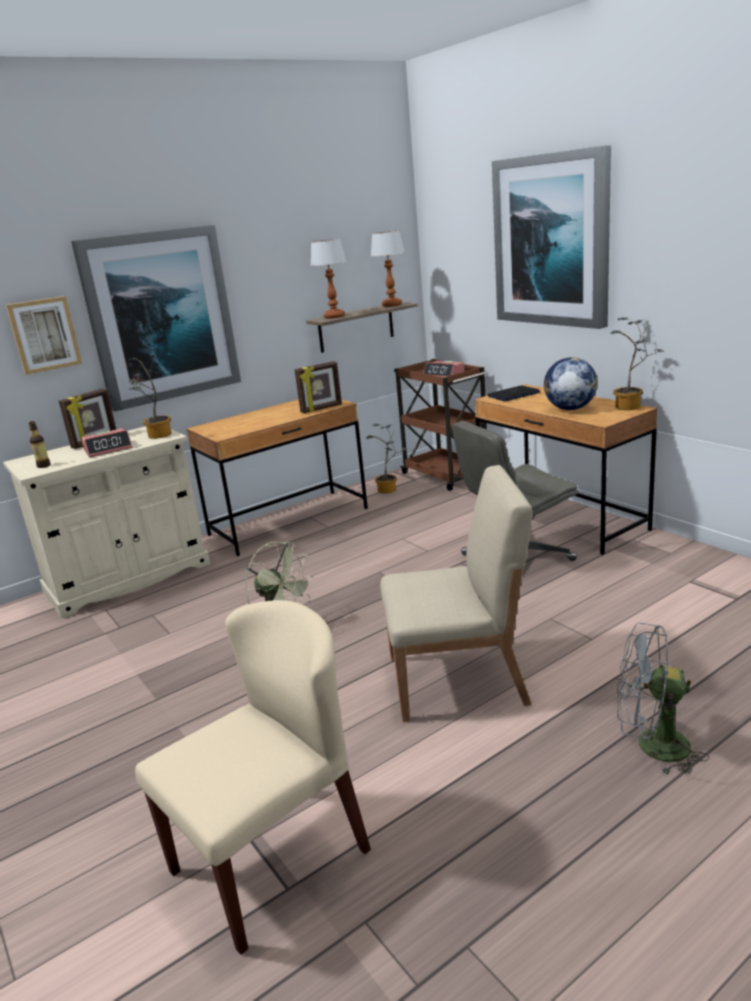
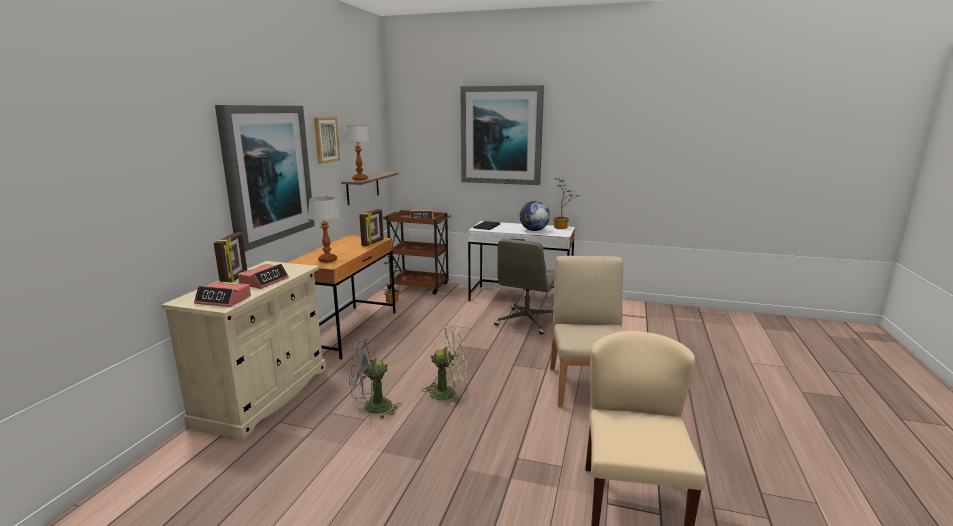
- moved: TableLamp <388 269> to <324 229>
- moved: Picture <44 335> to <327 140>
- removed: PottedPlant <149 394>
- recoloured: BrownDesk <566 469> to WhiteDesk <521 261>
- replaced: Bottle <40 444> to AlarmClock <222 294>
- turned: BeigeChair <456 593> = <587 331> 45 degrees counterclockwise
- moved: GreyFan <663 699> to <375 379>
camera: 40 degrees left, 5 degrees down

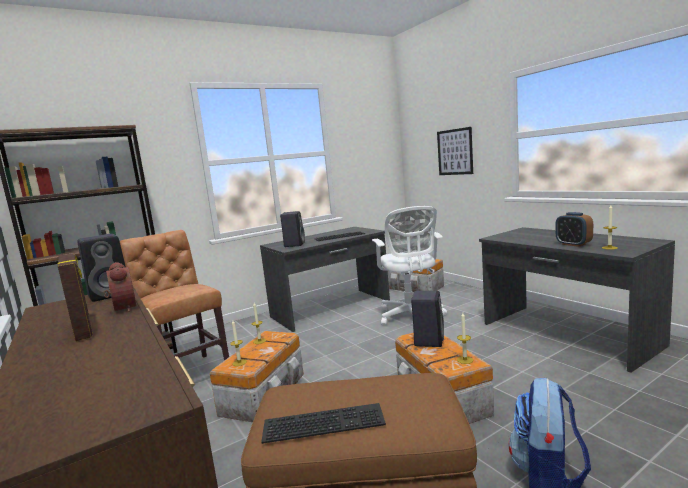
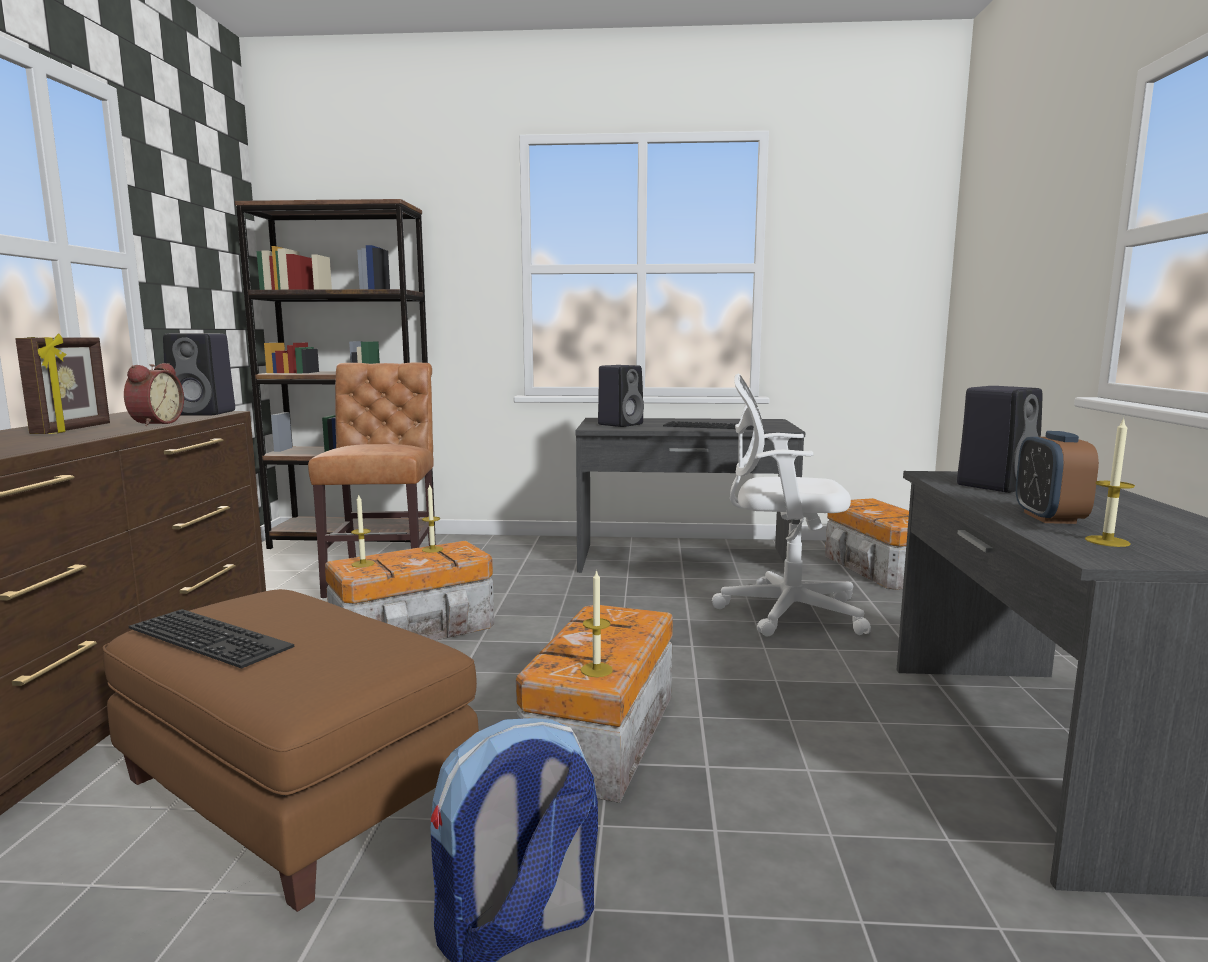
- removed: Picture <455 151>
- turned: WhiteOfficeChair <409 265> = <791 505> 75 degrees clockwise
- moved: BlackSpeaker <427 319> to <1000 439>
camera: 35 degrees right, 0 degrees up

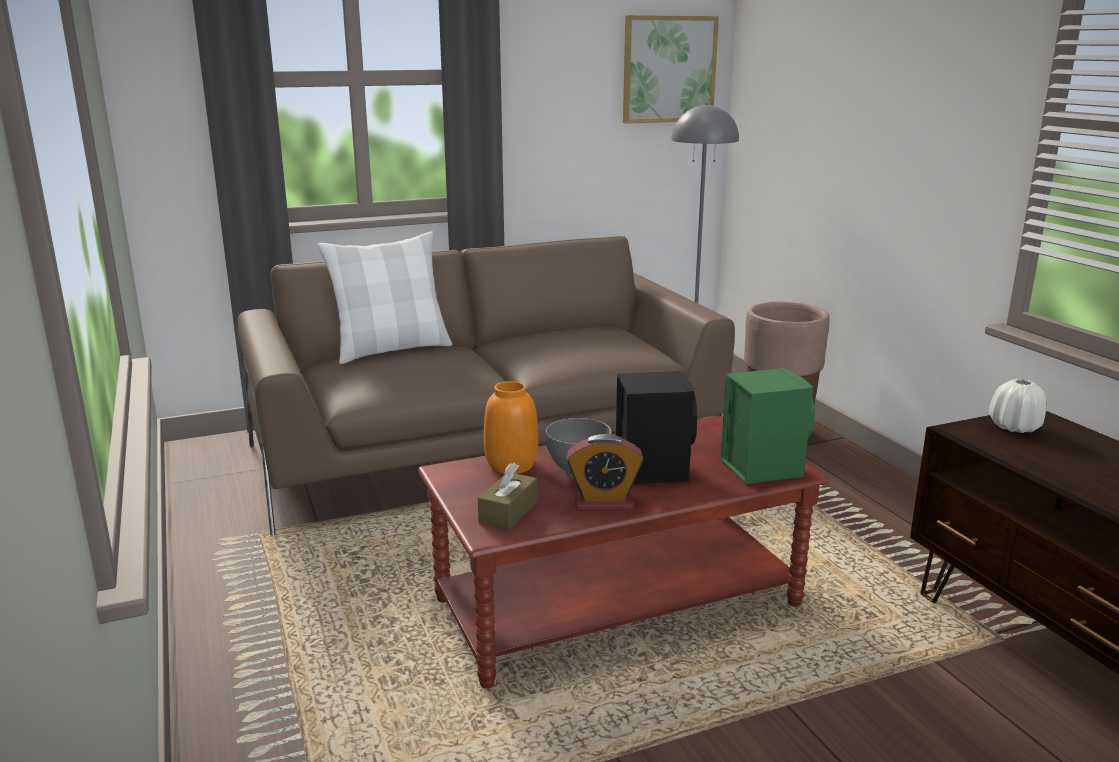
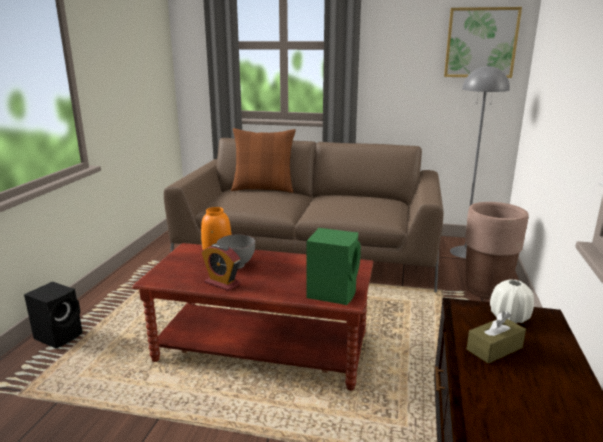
- recoloured: WhitePillow <385 297> to BrownPillow <263 160>
- moved: BlackSpeaker <656 427> to <53 315>
- moved: BrownTissueBox <507 496> to <496 337>
camera: 35 degrees right, 0 degrees up

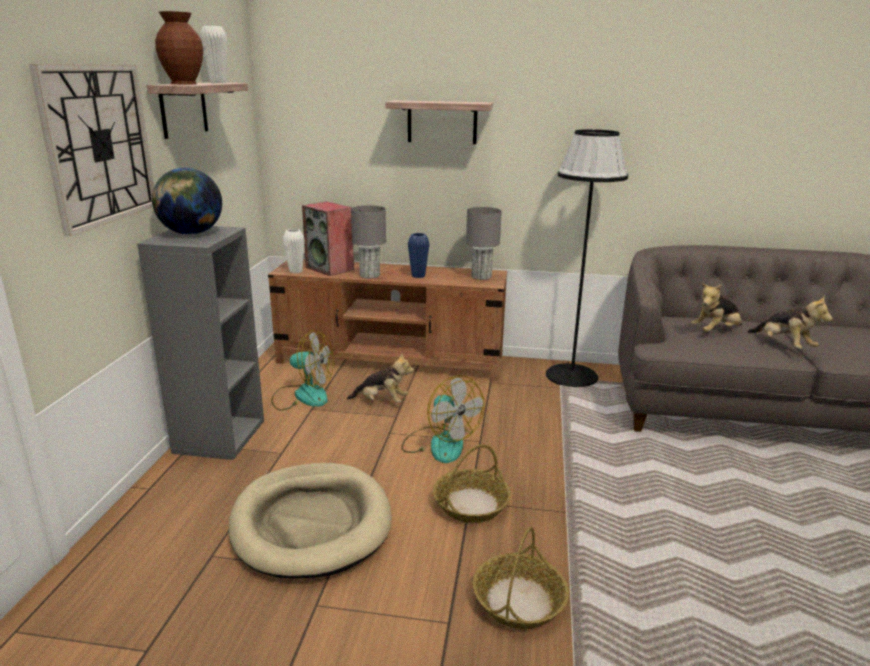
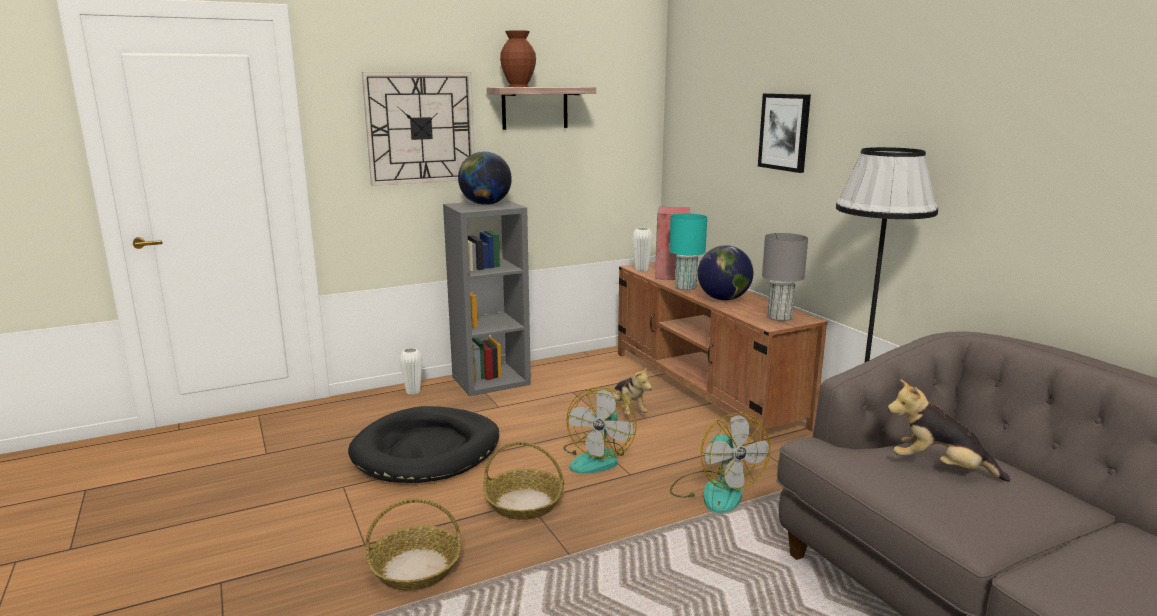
- moved: WhiteVase <213 54> to <410 371>
- replaced: Shelf <439 122> to Picture <784 133>
- recoloured: GreyTableLamp <368 241> to TurquoiseTableLamp <688 251>
- replaced: BlueVase <419 255> to Globe <725 272>
- removed: PlushToy <790 322>
- moved: Fan <302 370> to <720 463>
- recoloured: BeigeDogBed <310 520> to BlackDogBed <423 444>
camera: 55 degrees right, 5 degrees down

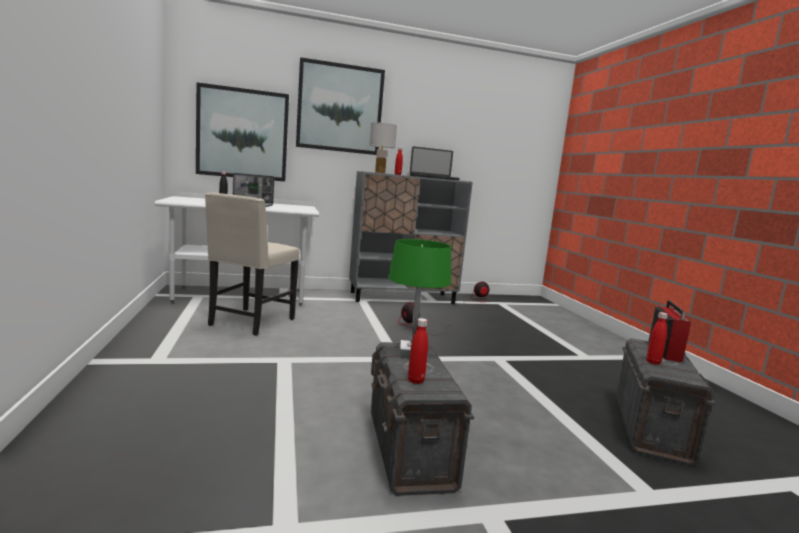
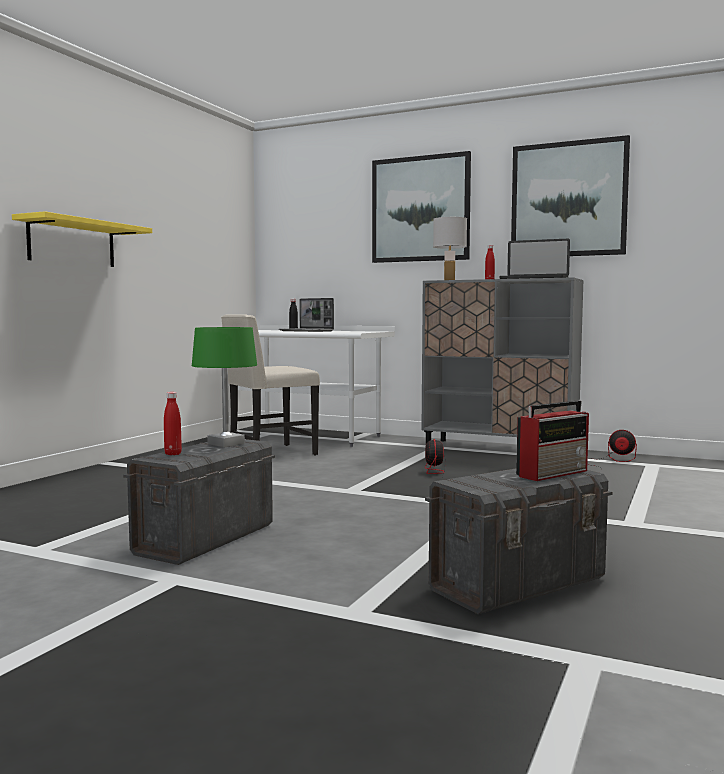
- moved: Picture <242 132> to <570 195>
- removed: RedBottle <657 338>
- added: YellowShelf <82 239>
camera: 40 degrees right, 5 degrees down

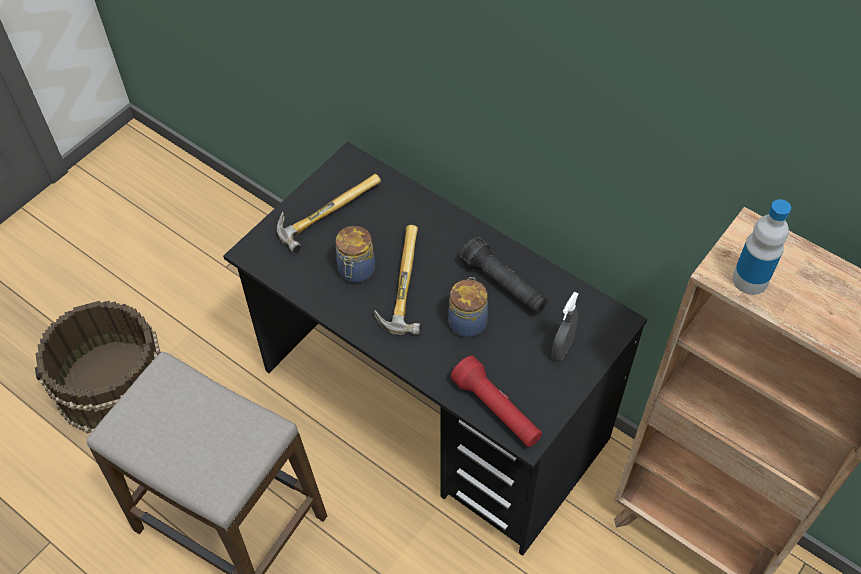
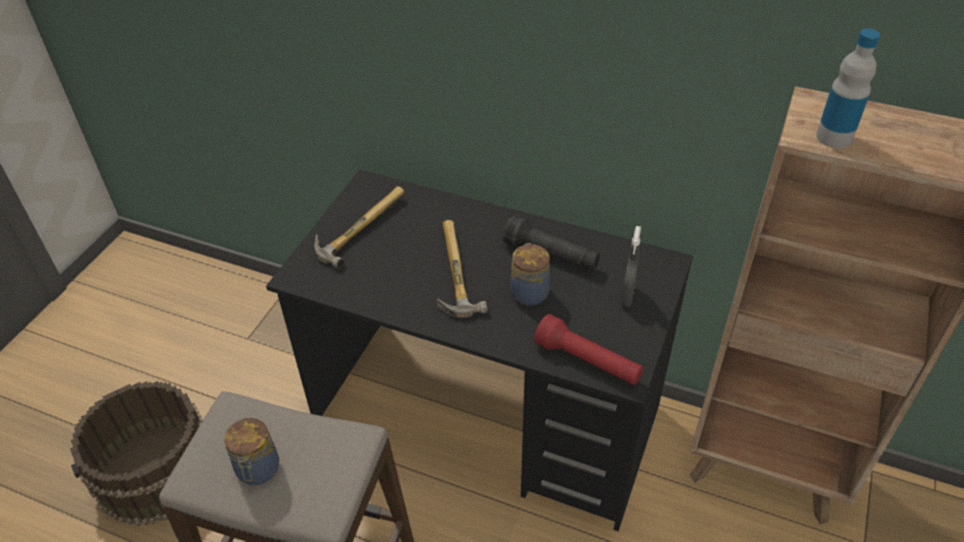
- moved: Jar <355 254> to <251 451>
camera: 15 degrees left, 10 degrees down

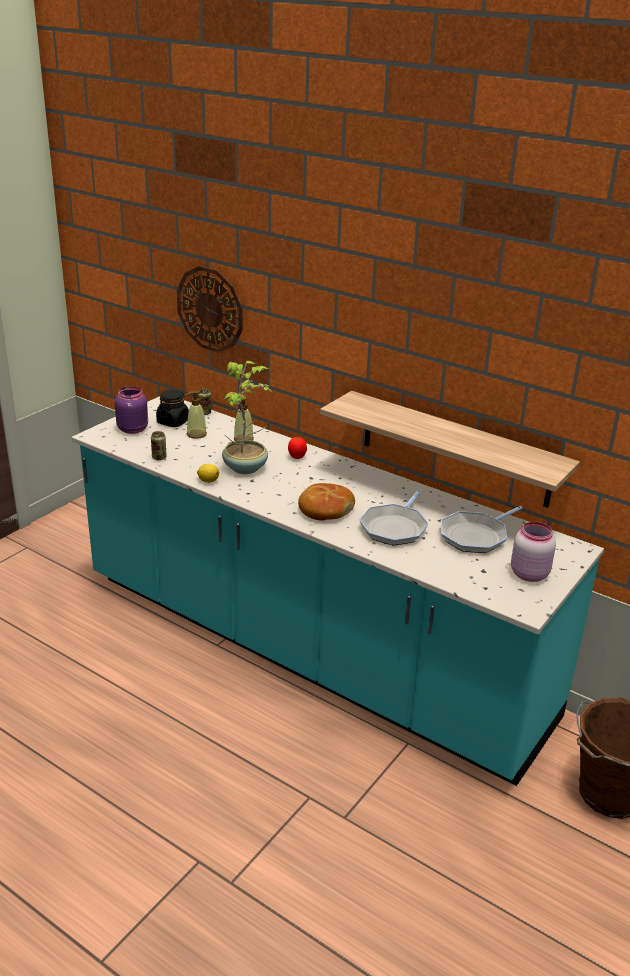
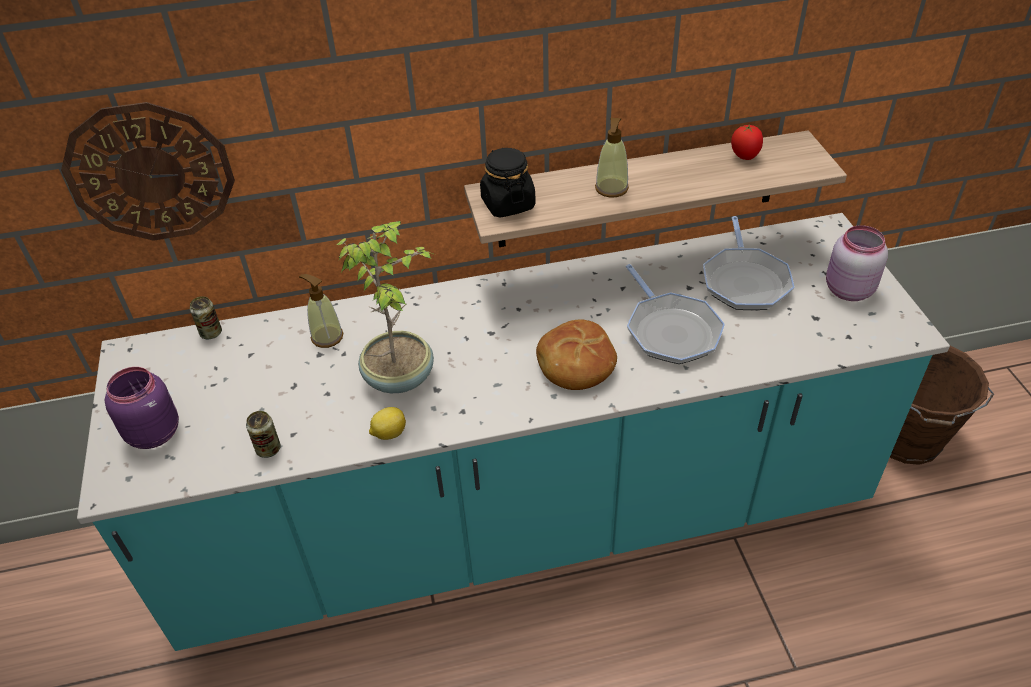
- moved: BlackJar <172 408> to <508 183>
- moved: SoapDispenser <196 415> to <612 158>
- moved: Tomato <297 448> to <747 142>
camera: 45 degrees left, 15 degrees up

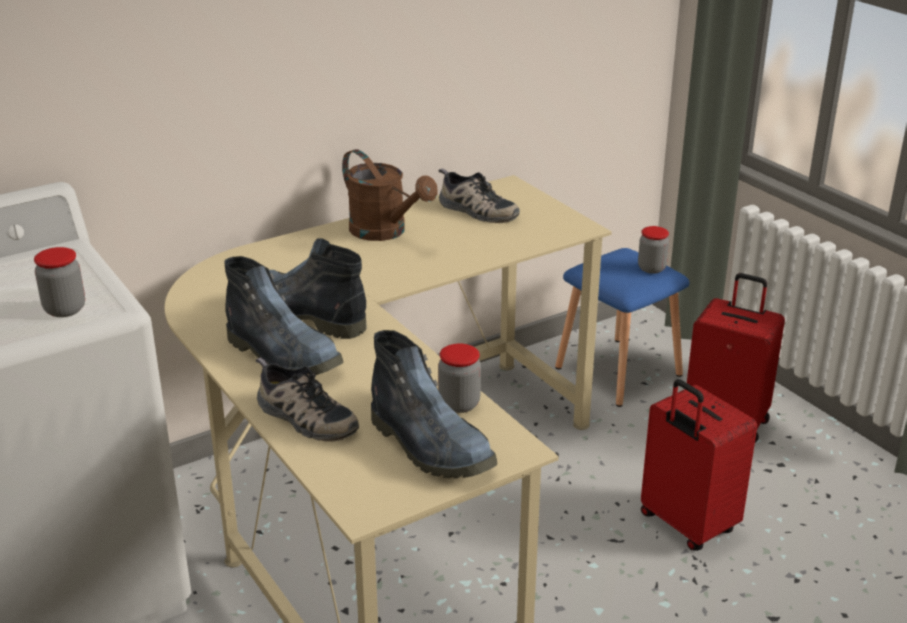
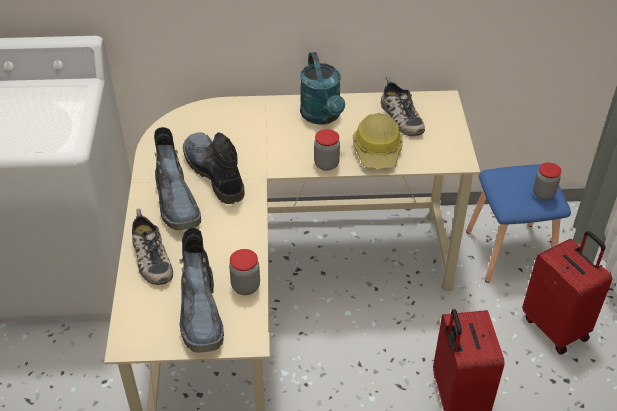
- recoloured: BrownWateringCan <390 195> to TurquoiseWateringCan <322 88>
- moved: Jar <59 282> to <327 150>
- added: HardHat <378 141>
camera: 30 degrees right, 15 degrees up

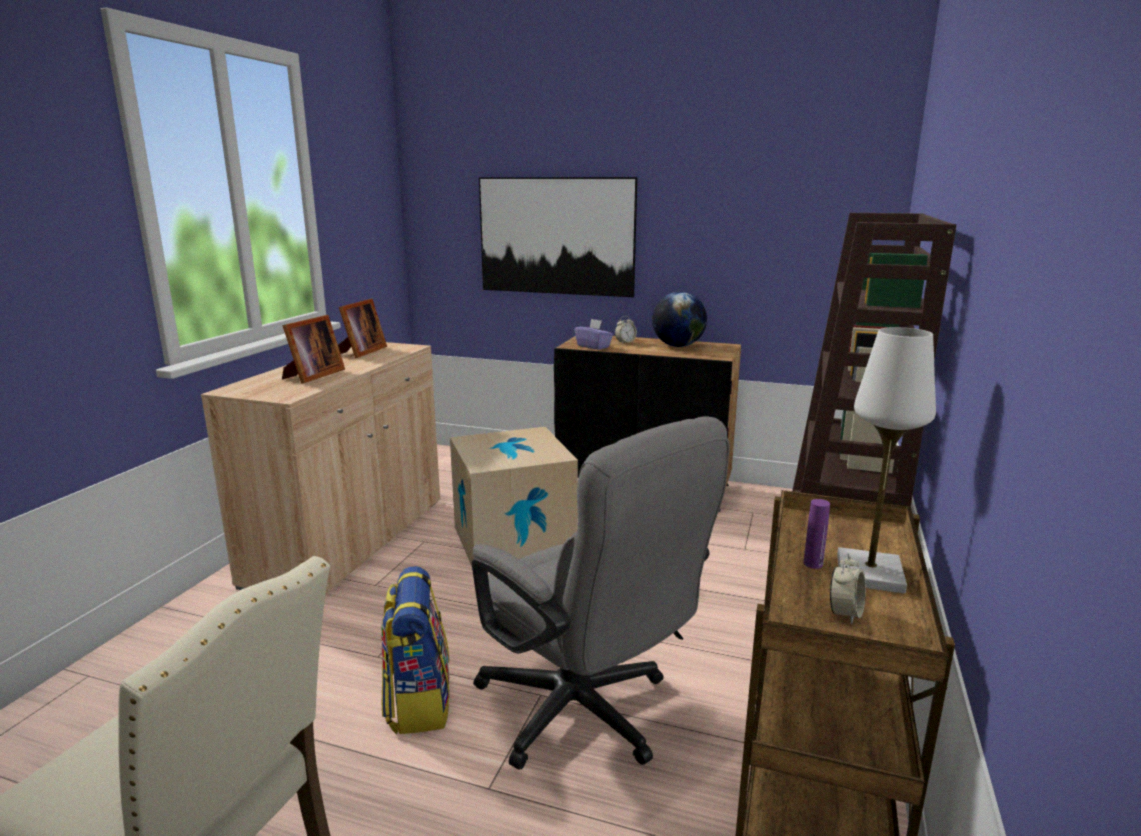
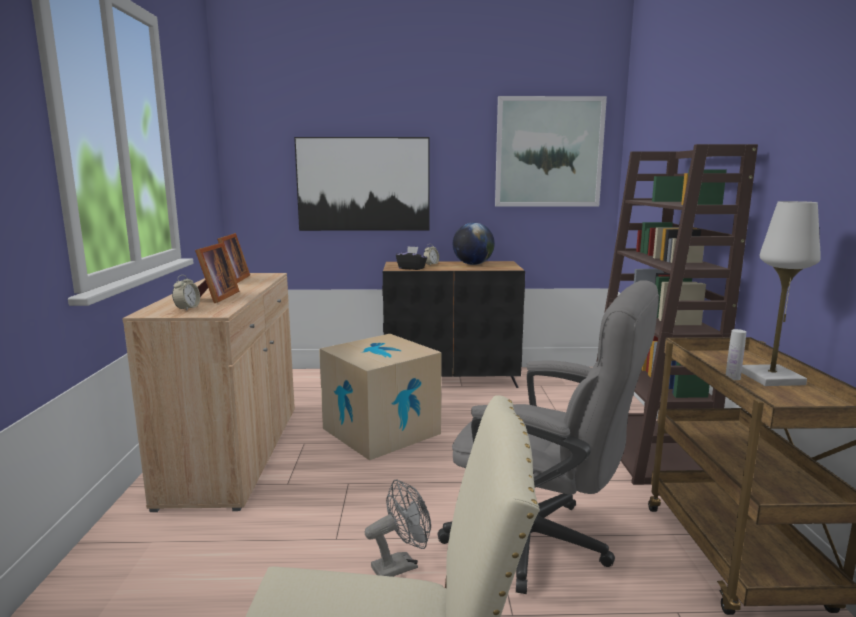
- recoloured: PurpleTissueBox <593 334> to BlackTissueBox <411 258>
- recoloured: PurpleBottle <817 534> to WhiteBottle <736 354>
- moved: AlarmClock <848 588> to <186 293>
- replaced: Backpack <415 650> to GreyFan <398 528>
- added: Picture <551 151>
camera: 20 degrees left, 5 degrees down

